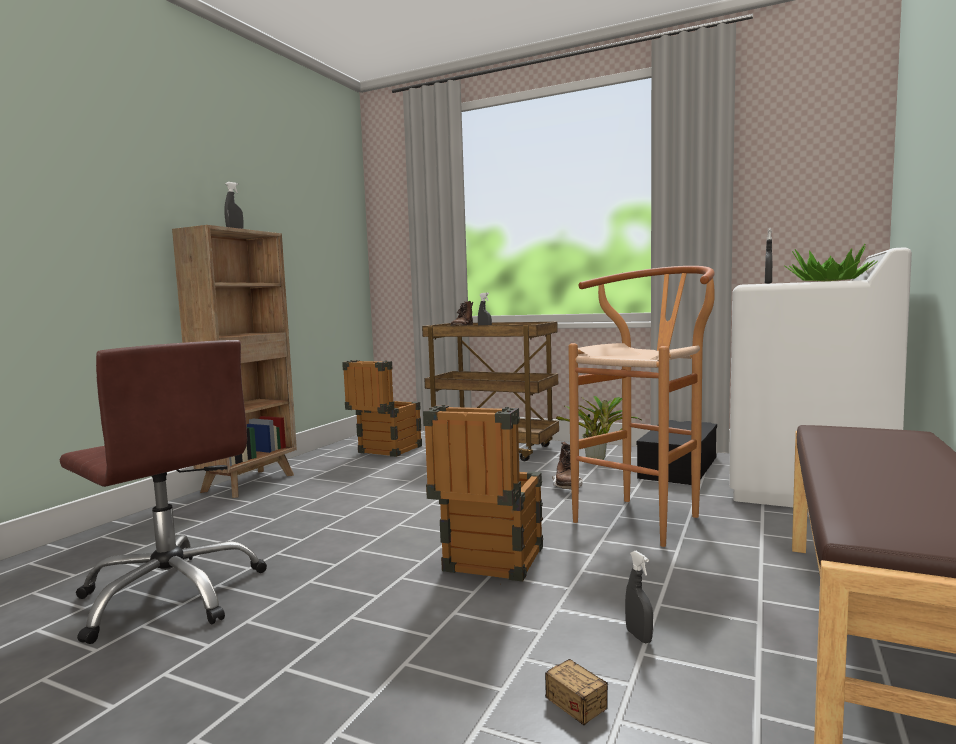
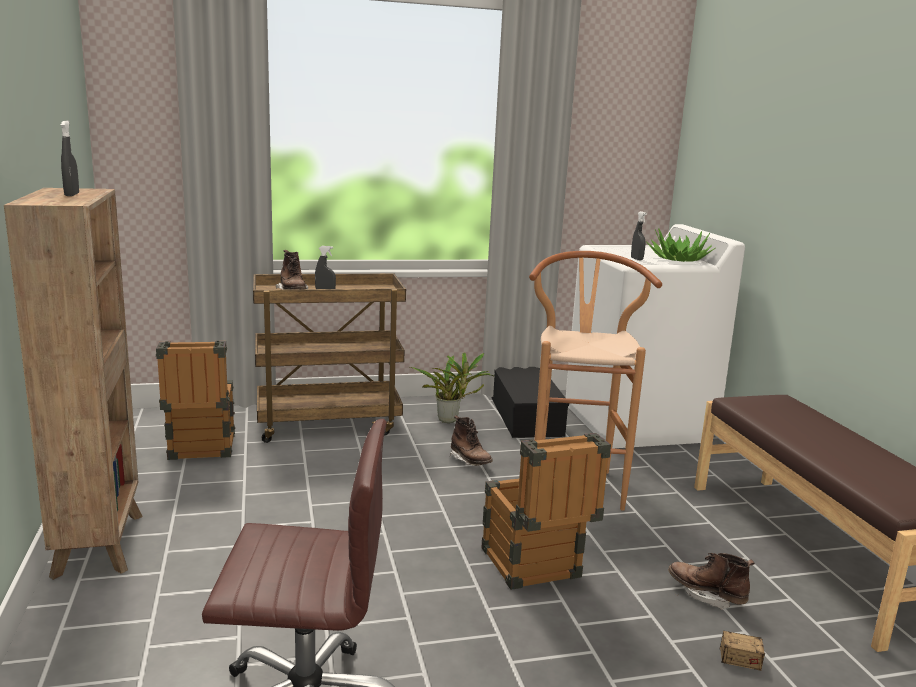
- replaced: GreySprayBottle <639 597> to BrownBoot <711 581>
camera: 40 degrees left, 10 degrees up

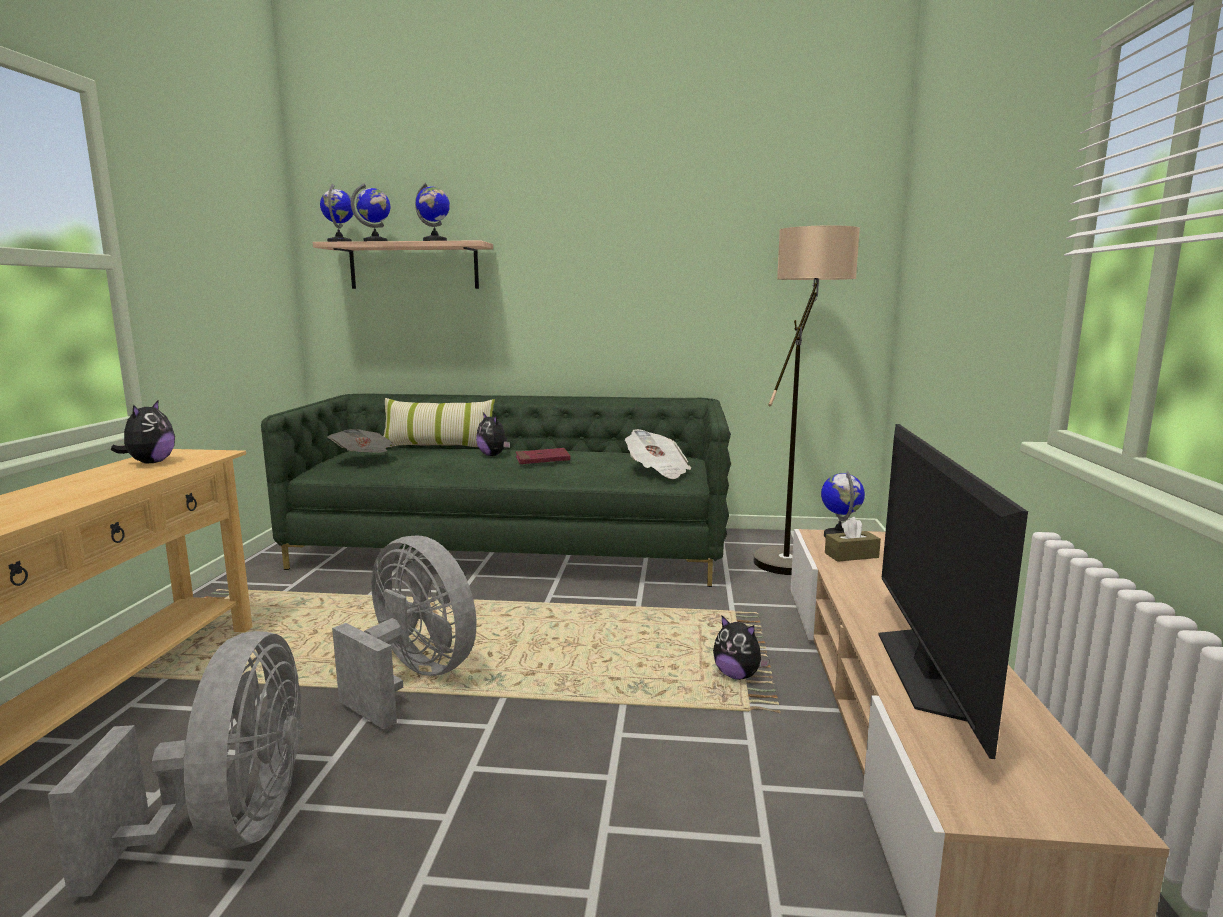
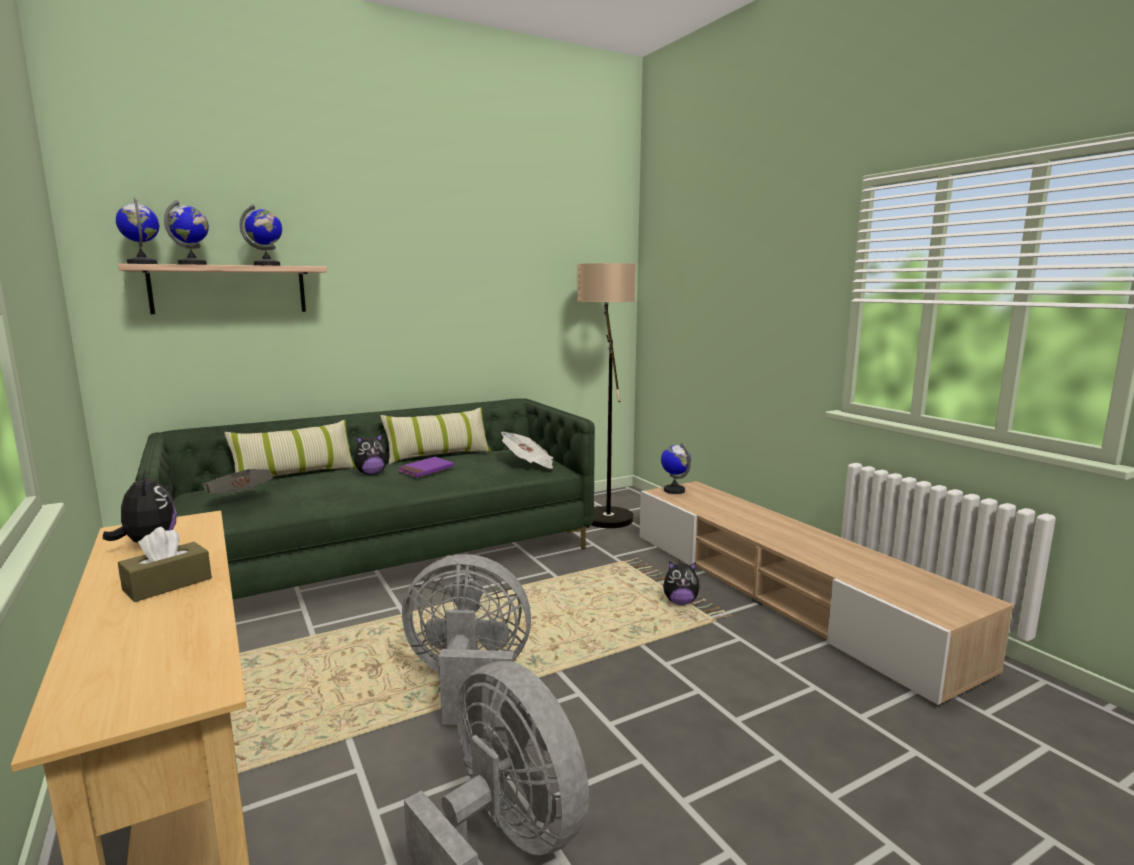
- turned: PlushToy <493 434> = <371 454> 45 degrees counterclockwise
- removed: Television <953 591>
- recoloured: RedBook <543 456> to PurpleBook <426 467>
- moved: BrownTissueBox <853 539> to <165 564>
- added: Pillow <435 436>
camera: 35 degrees left, 0 degrees up

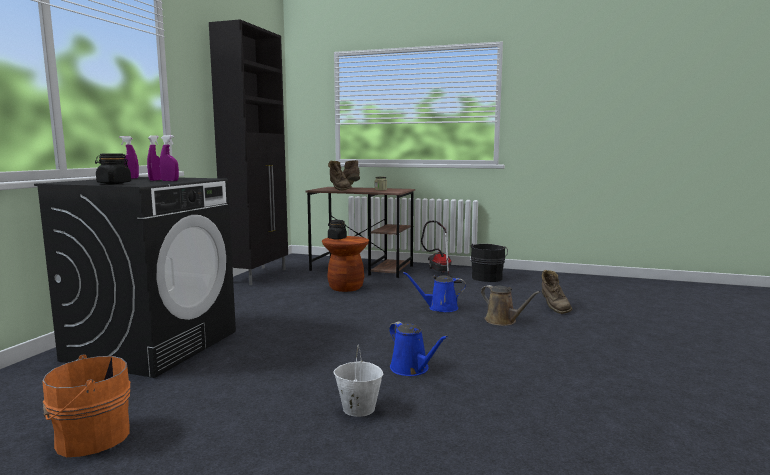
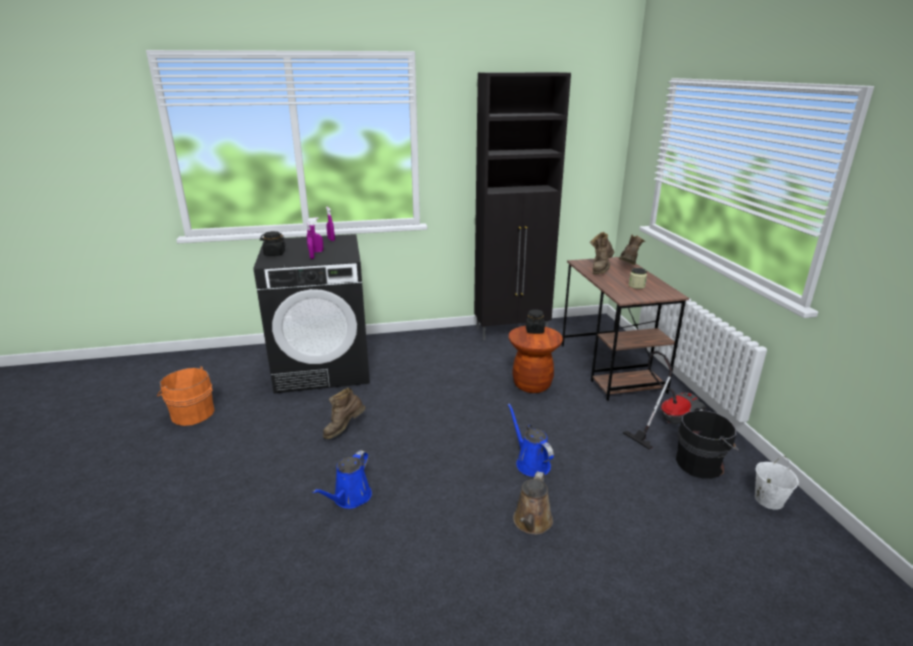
- moved: BrownBoot <557 292> to <344 413>
- moved: WhiteBucket <358 381> to <777 483>
camera: 60 degrees right, 15 degrees up

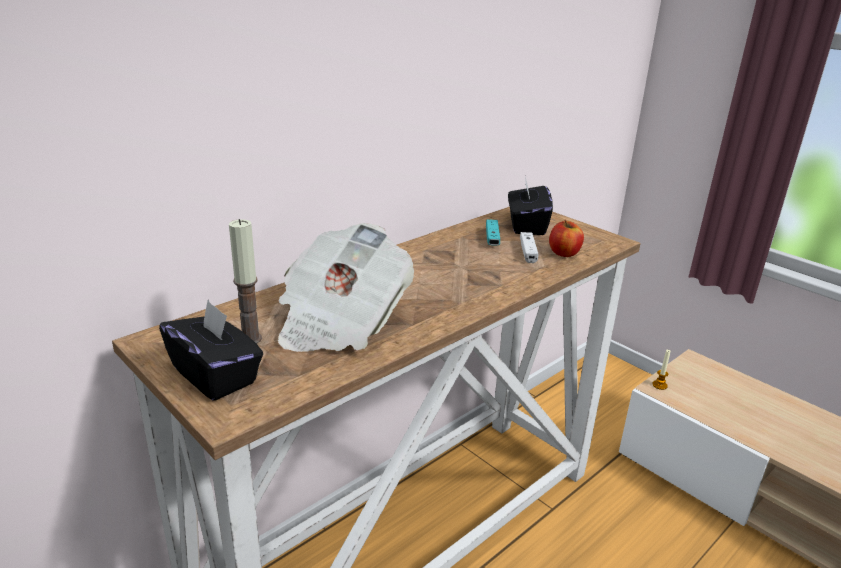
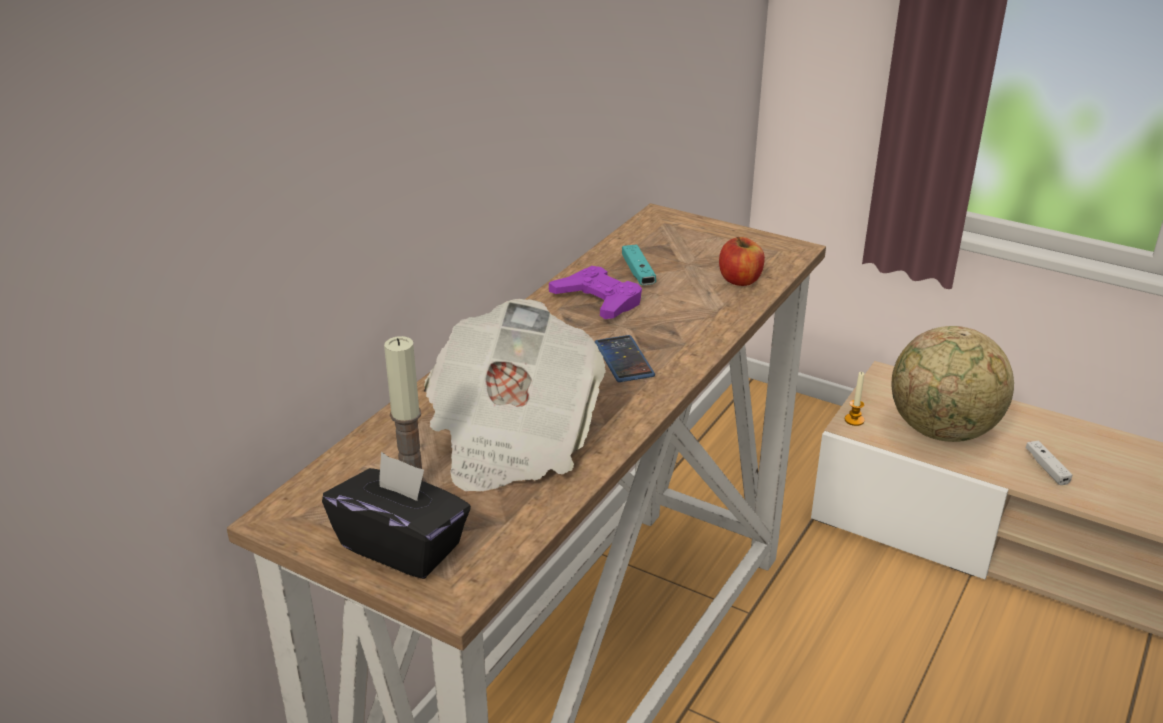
- removed: BlackTissueBox <530 205>
- moved: WhiteGameController <529 247> to <1049 462>
- added: PurpleGameController <595 292>
- added: Globe <952 384>
- added: Phone <625 358>
camera: 15 degrees left, 5 degrees up

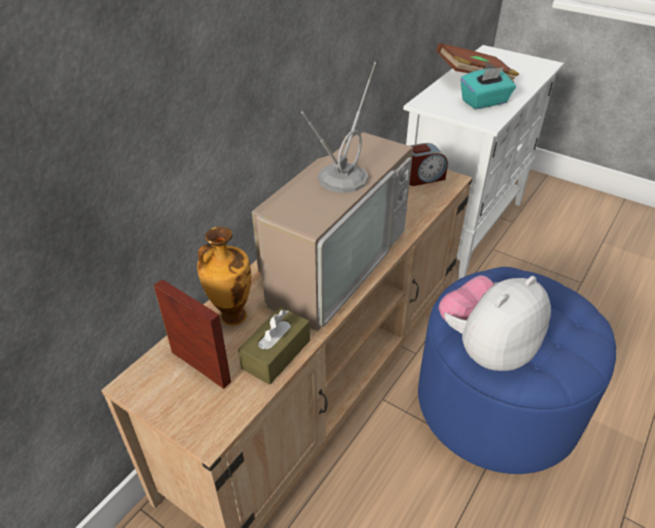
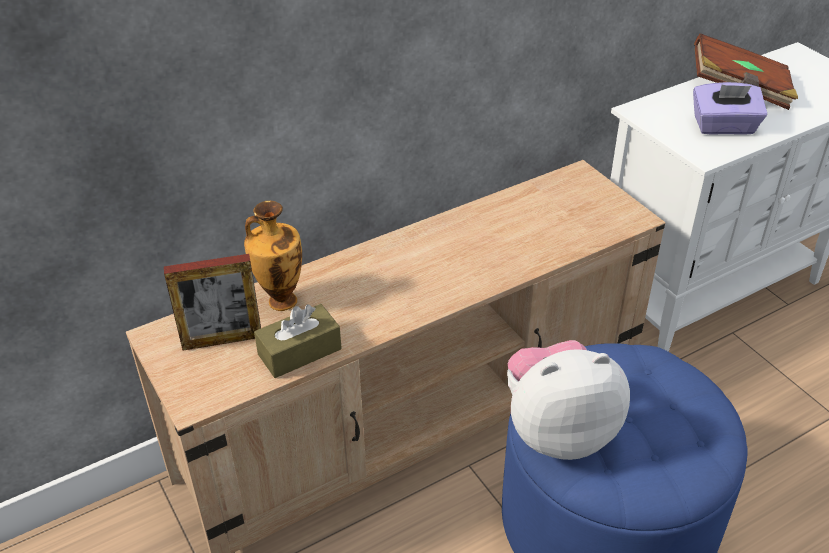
- removed: Television <332 196>
- recoloured: TurquoiseTissueBox <488 88> to PurpleTissueBox <730 108>
- removed: AlarmClock <428 164>
- turned: PictureFrame <192 334> = <212 302> 105 degrees clockwise
camera: 25 degrees right, 0 degrees up

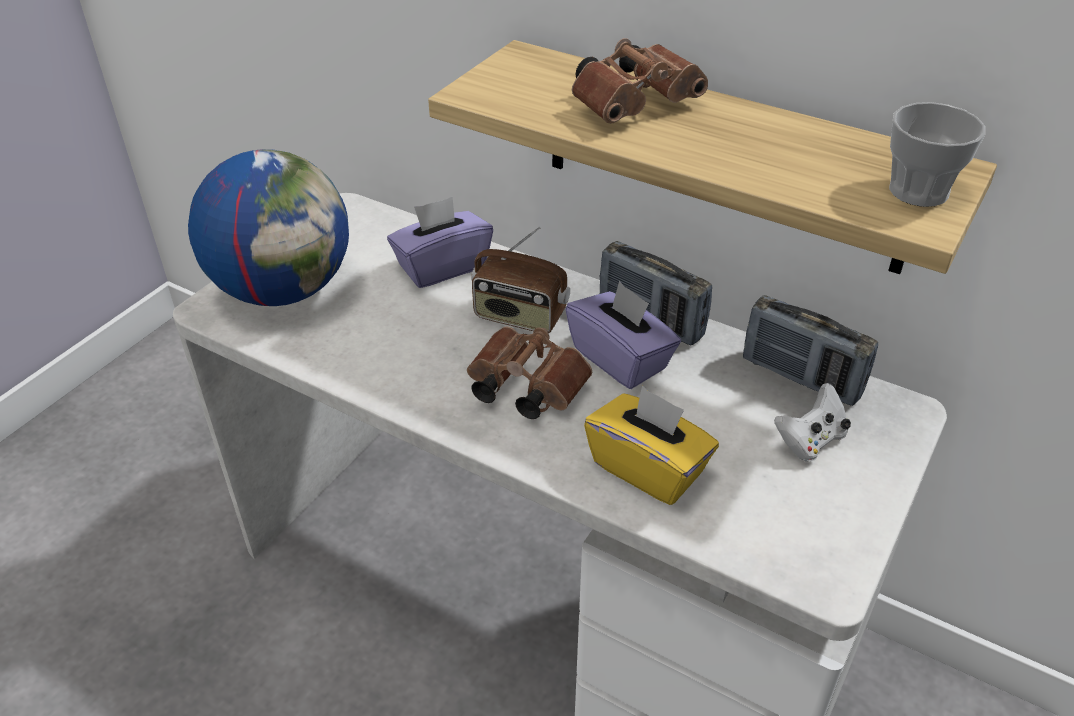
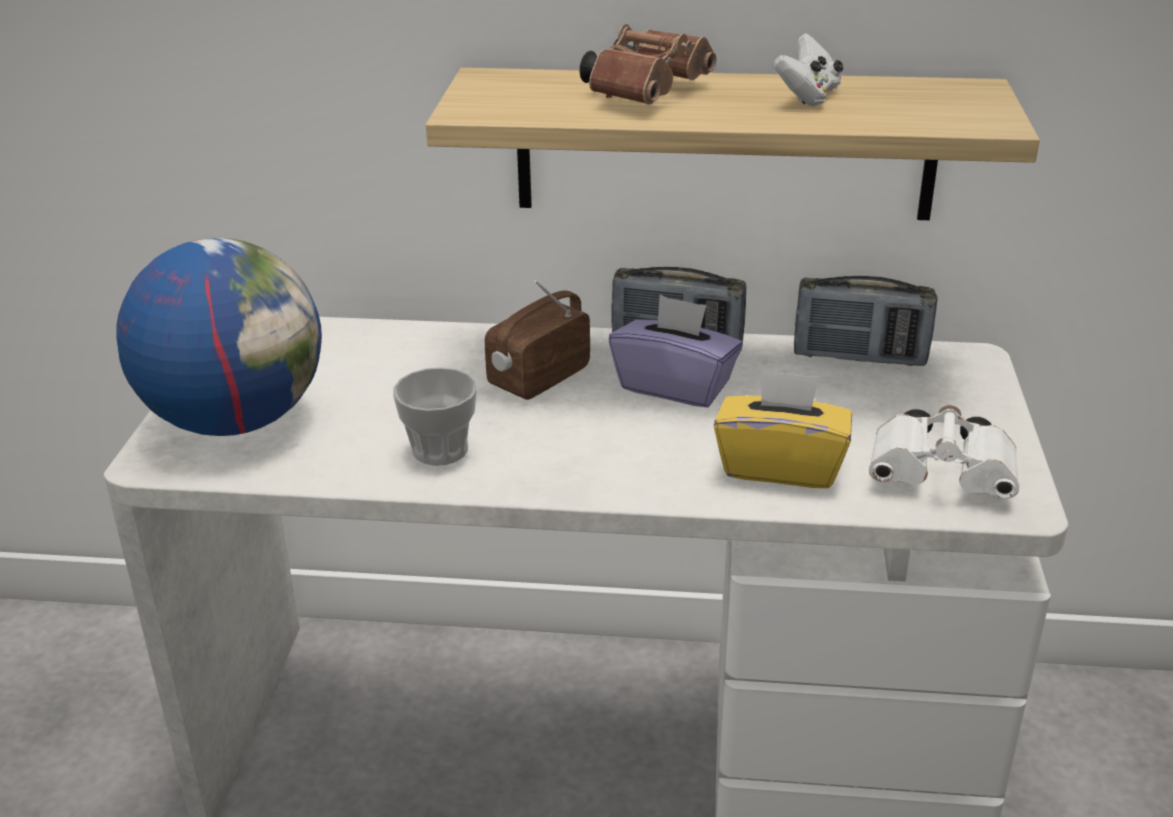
- moved: Cup <937 154> to <435 416>
- removed: PurpleTissueBox <440 242>
- turned: Radio <520 280> = <537 340> 135 degrees clockwise
- removed: BrownBinoculars <529 372>
- moved: WhiteGameController <812 422> to <808 69>
- added: WhiteBinoculars <944 452>
camera: 25 degrees left, 10 degrees down

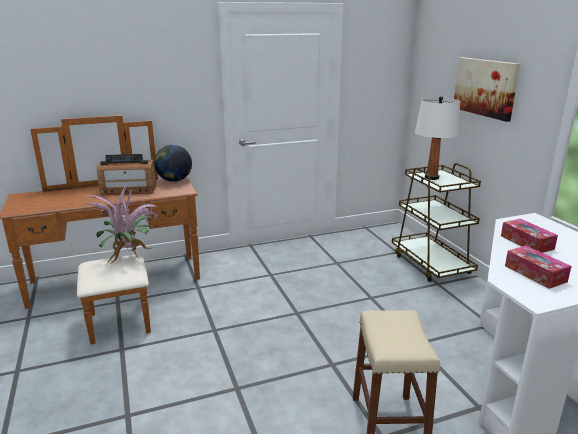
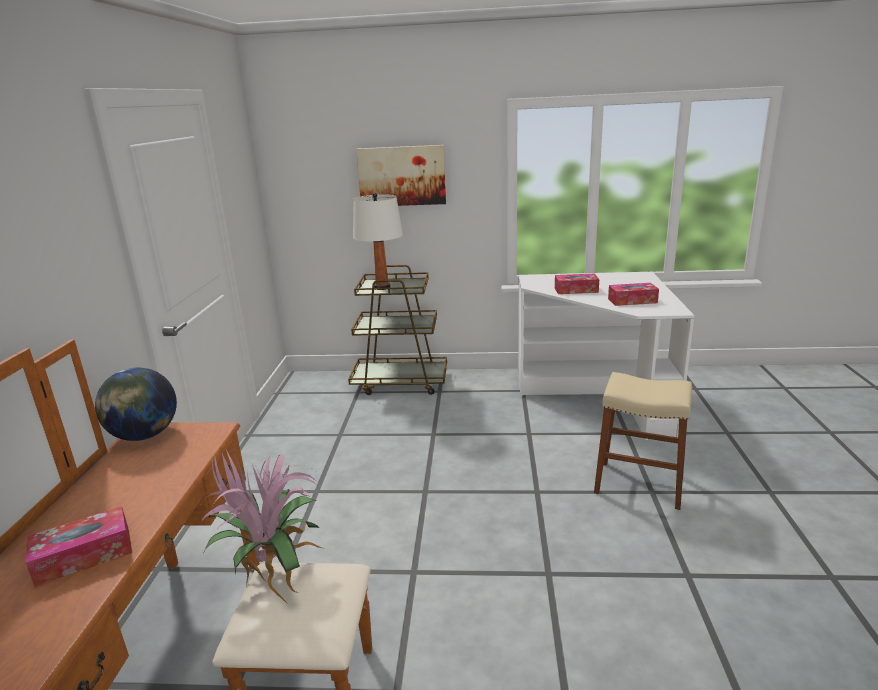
- removed: Radio <126 174>
- added: TissueBox <79 546>
camera: 65 degrees left, 0 degrees up

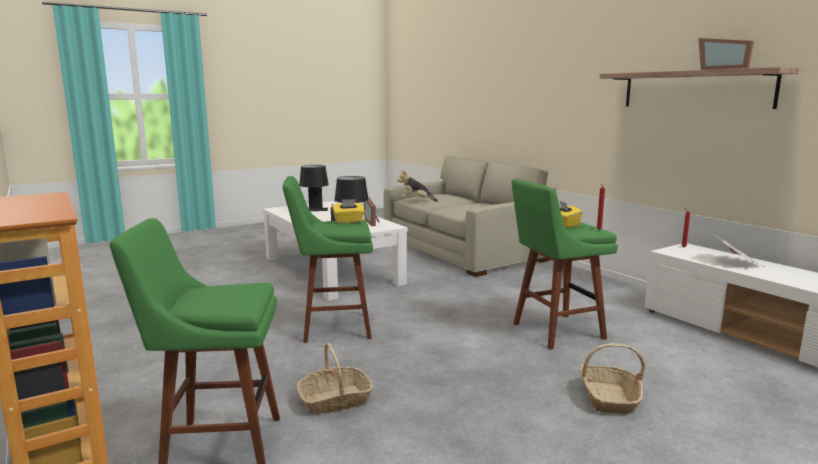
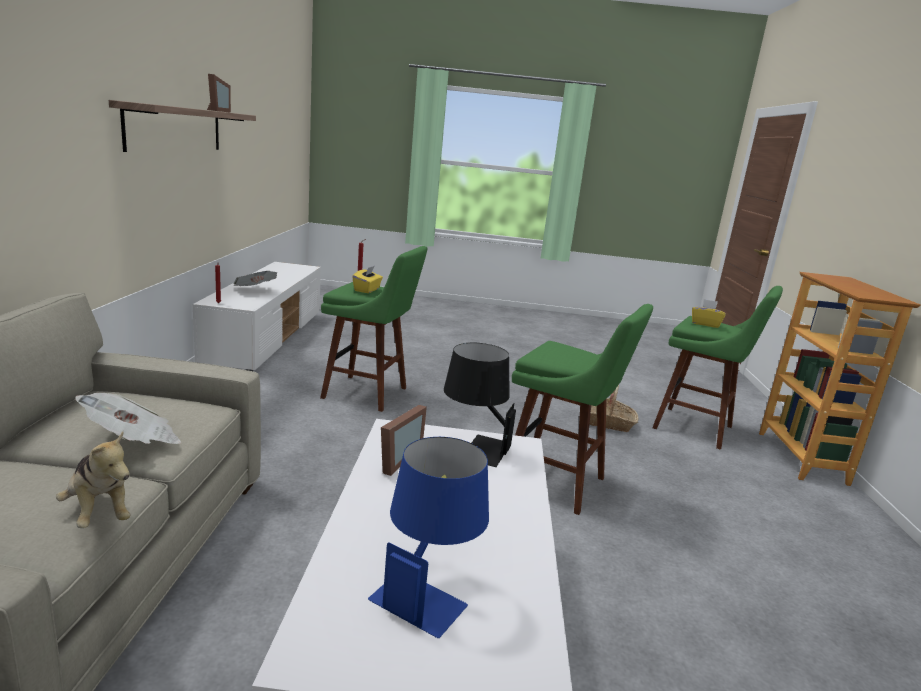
- recoloured: BlackTableLamp <314 188> to BlueTableLamp <428 537>
- moved: YellowTissueBox <348 211> to <709 313>
- removed: Basket <612 378>
- added: Newspaper <128 418>
camera: 145 degrees left, 5 degrees up

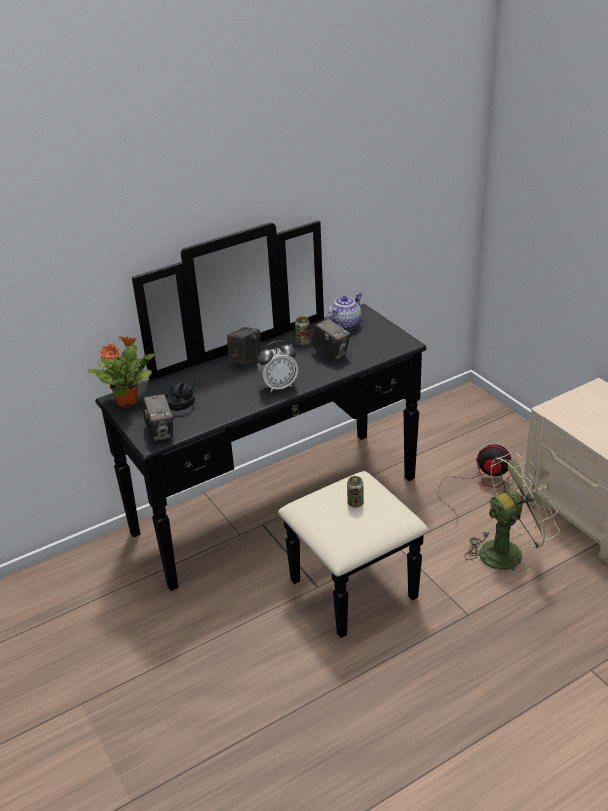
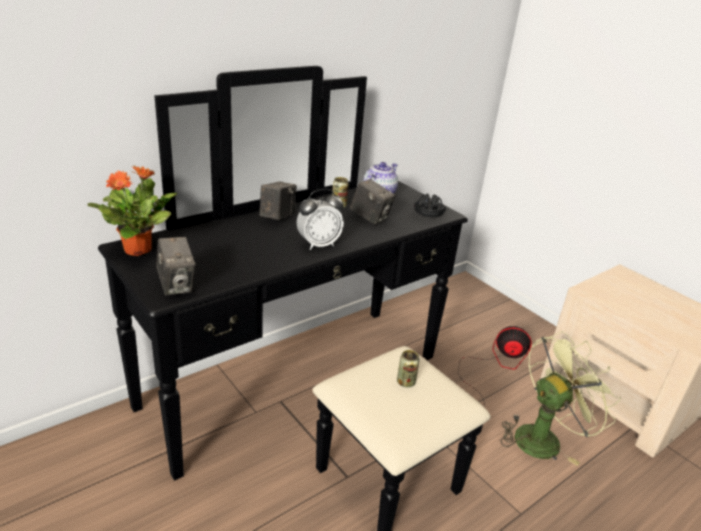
- moved: BlackHeadphones <180 396> to <430 205>
camera: 10 degrees left, 5 degrees down

